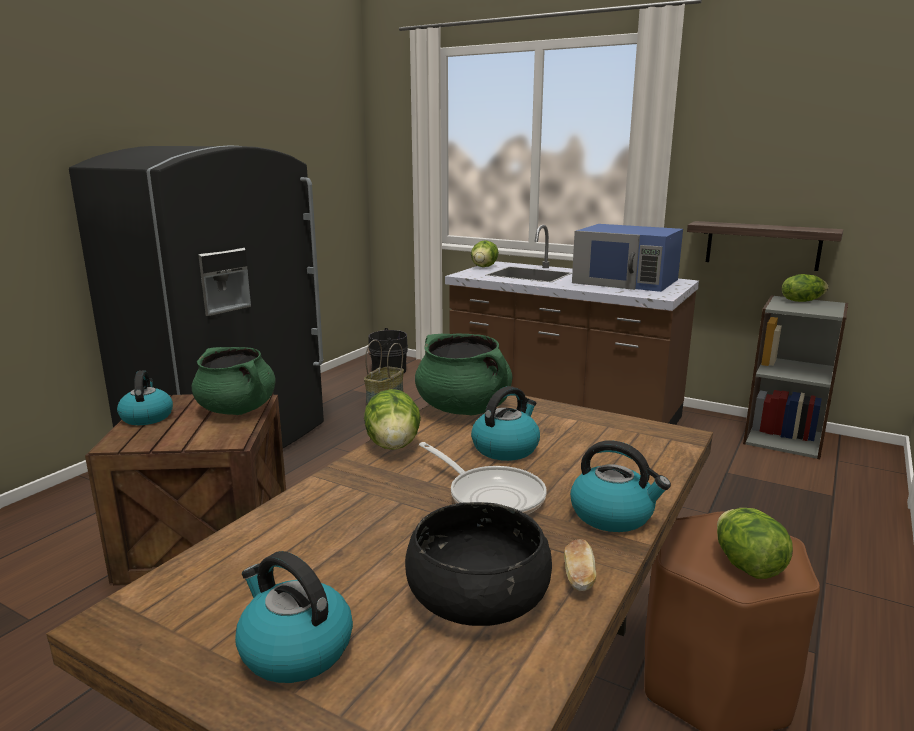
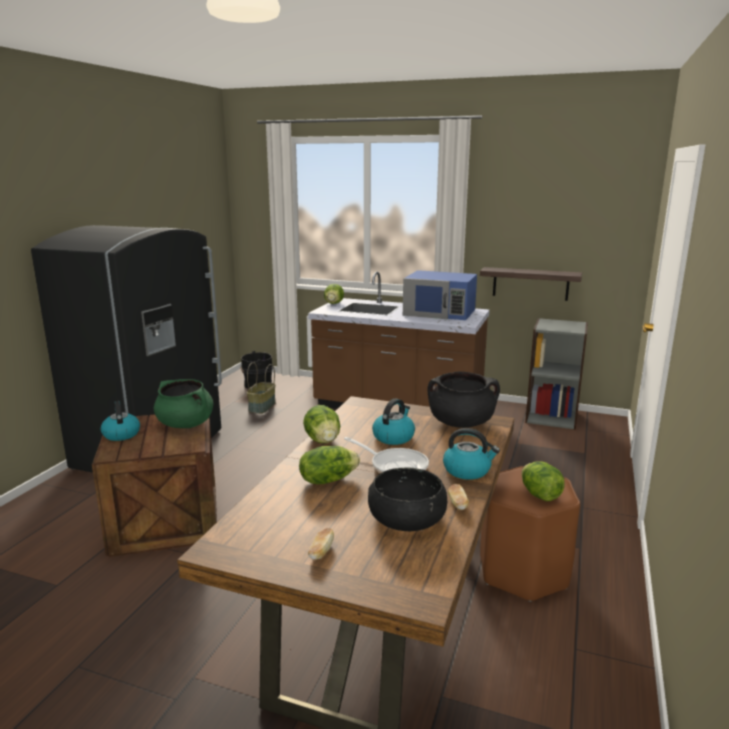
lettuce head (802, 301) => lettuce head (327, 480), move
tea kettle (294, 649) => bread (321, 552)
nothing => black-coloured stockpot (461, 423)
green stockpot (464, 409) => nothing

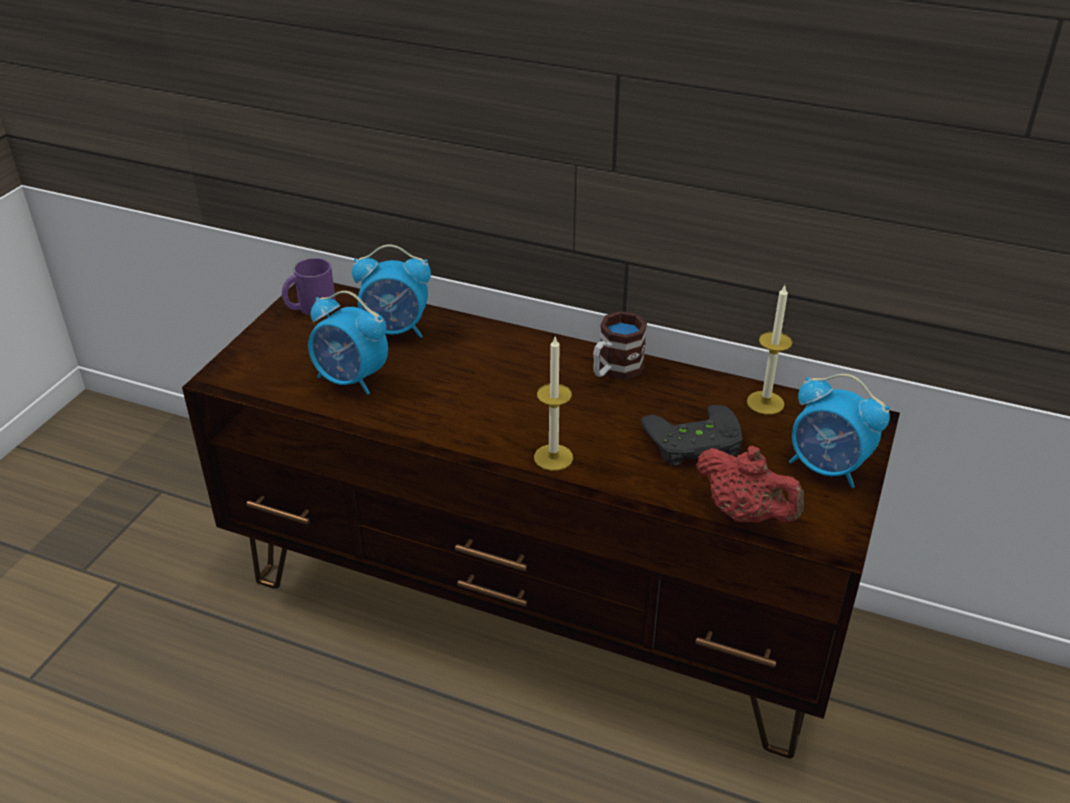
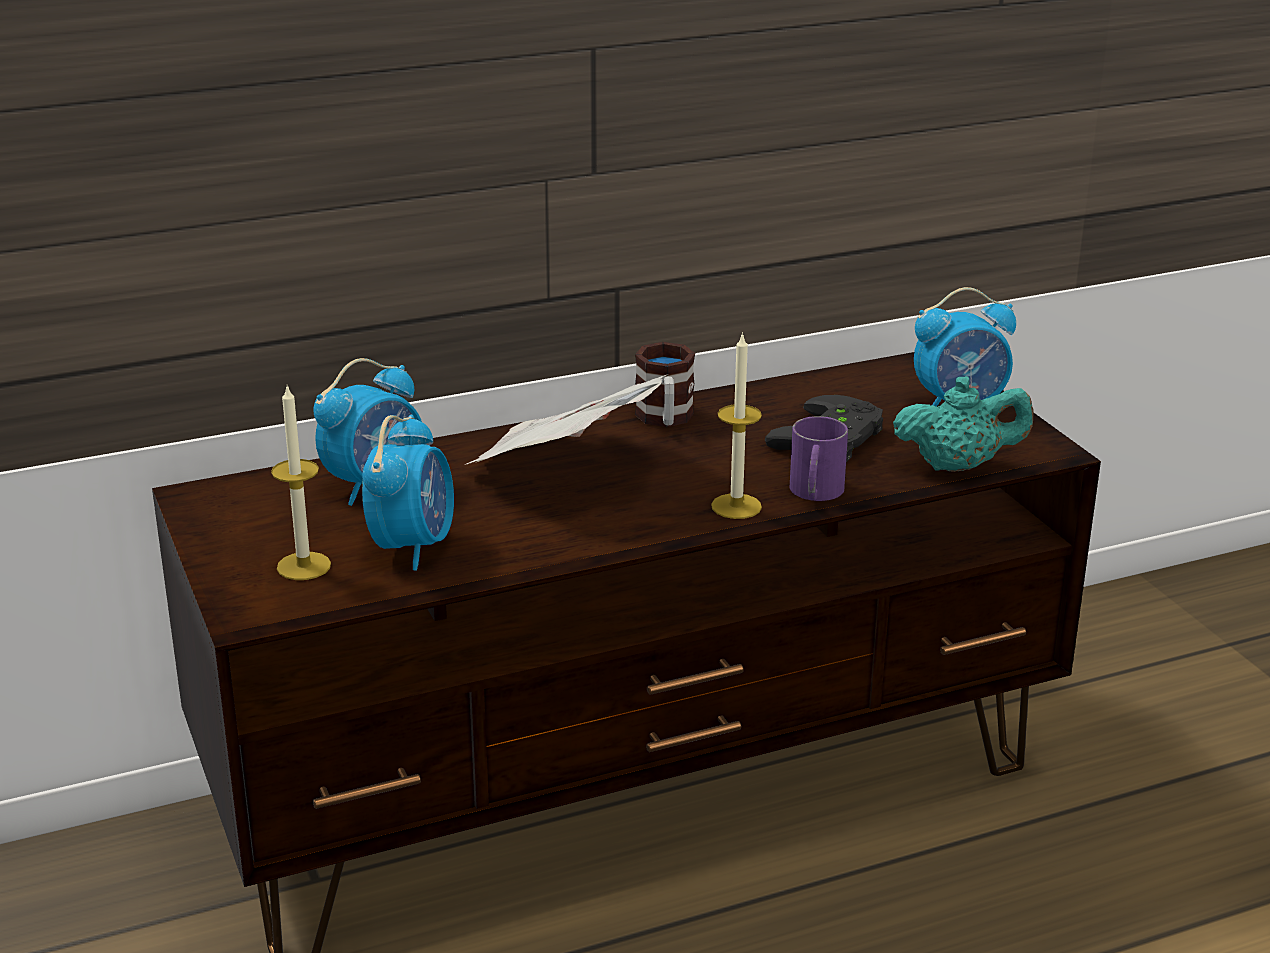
wax candle (765, 403) => wax candle (304, 566), move
alarm clock (351, 380) => alarm clock (413, 546), 60 degrees counterclockwise
nothing => newspaper (567, 469)
purple coffee mug (310, 307) => purple coffee mug (815, 493), move
red pot for tea (745, 514) => turquoise pot for tea (958, 466)

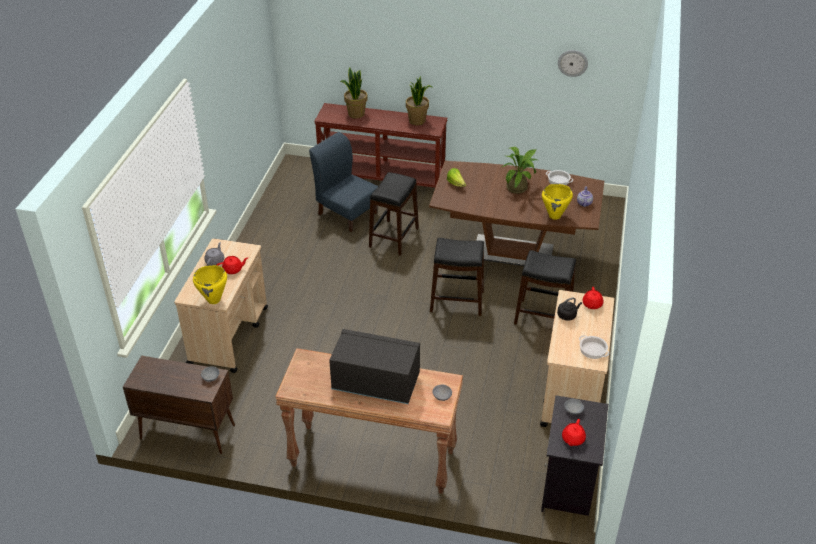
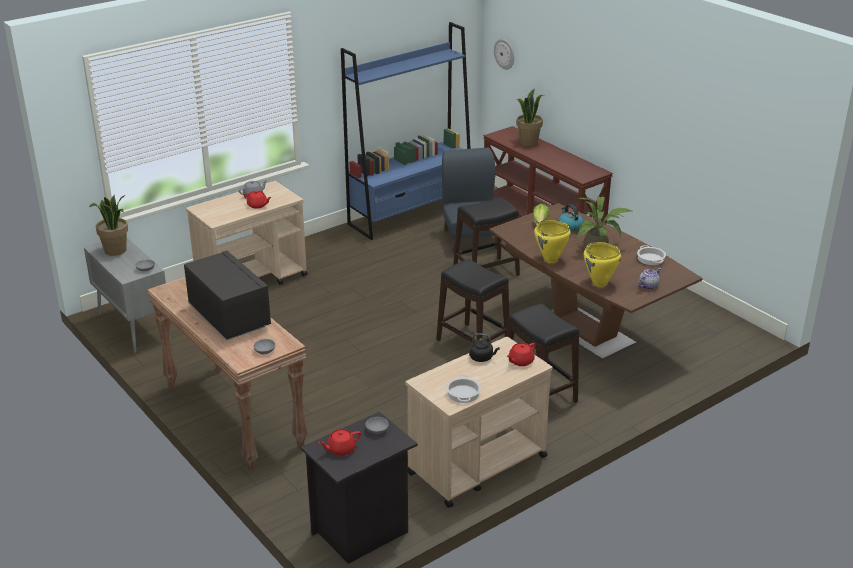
brown cupboard (186, 432) => grey cupboard (133, 327)
plant in a pot (417, 121) => plant in a pot (115, 251), move
nothing => bluish bookcase (412, 214)
hanging clock (572, 62) => hanging clock (504, 54), move
yellow-coloured stockpot (214, 300) => yellow-coloured stockpot (550, 259), move
nothing => tea kettle (570, 226)

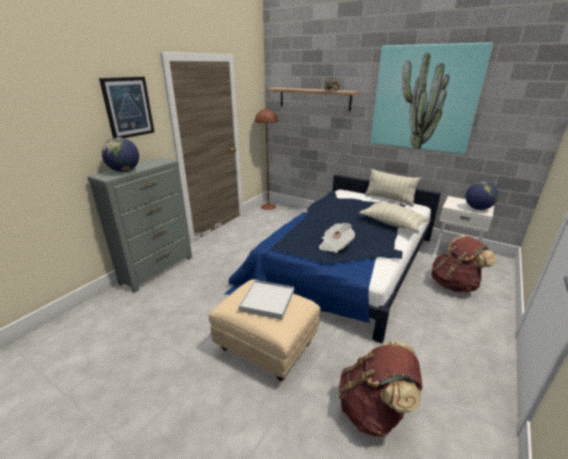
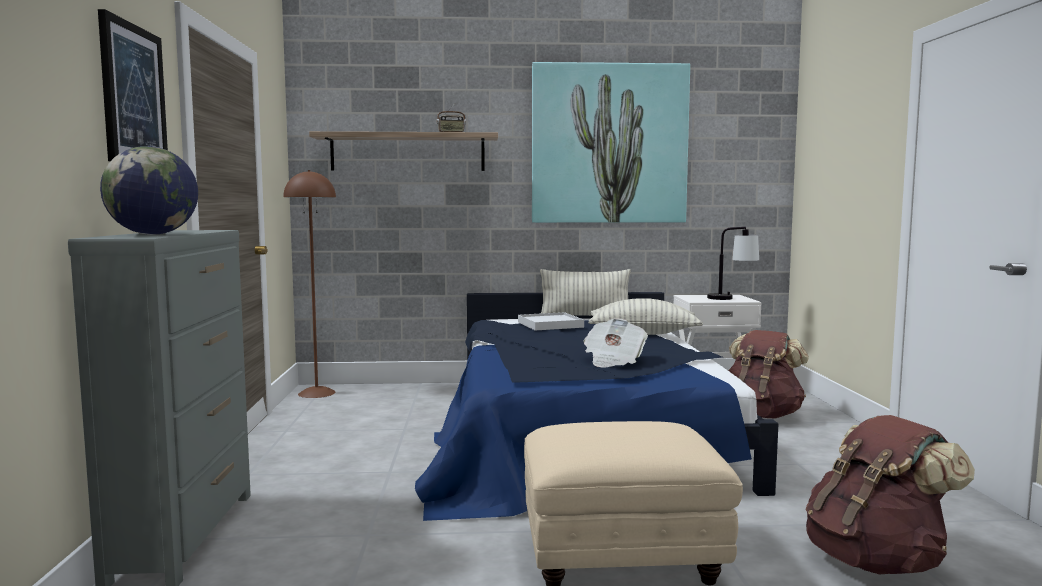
white-coloured serving tray (267, 301) => white-coloured serving tray (550, 325), move
globe (477, 208) => lamp for a table (732, 299)

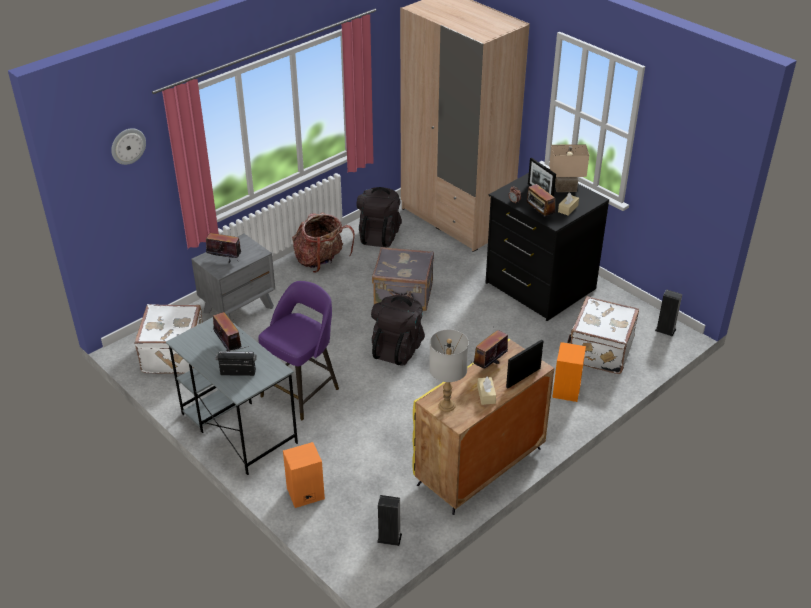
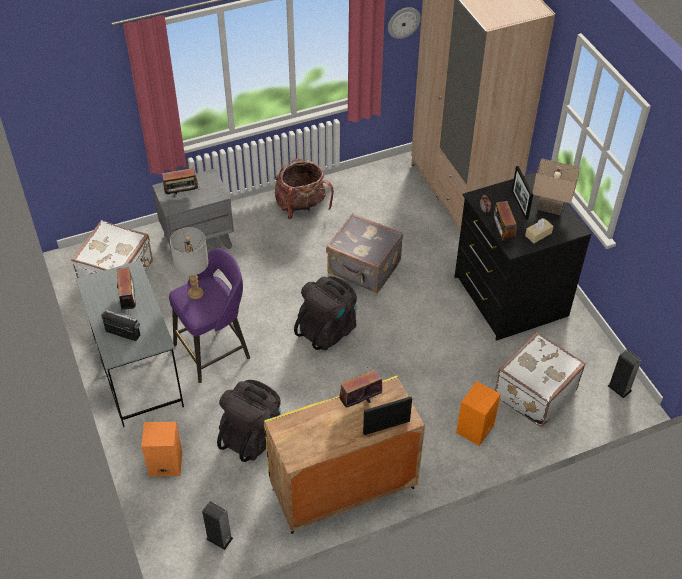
radio receiver (225, 260) => radio receiver (182, 194), 135 degrees clockwise
grey lamp for a table (447, 405) => grey lamp for a table (196, 293), move
black-coloured knapsack (379, 235) => black-coloured knapsack (253, 435), move
hanging clock (128, 146) => hanging clock (403, 22), move
sand-coloured tissue holder (486, 395) => nothing

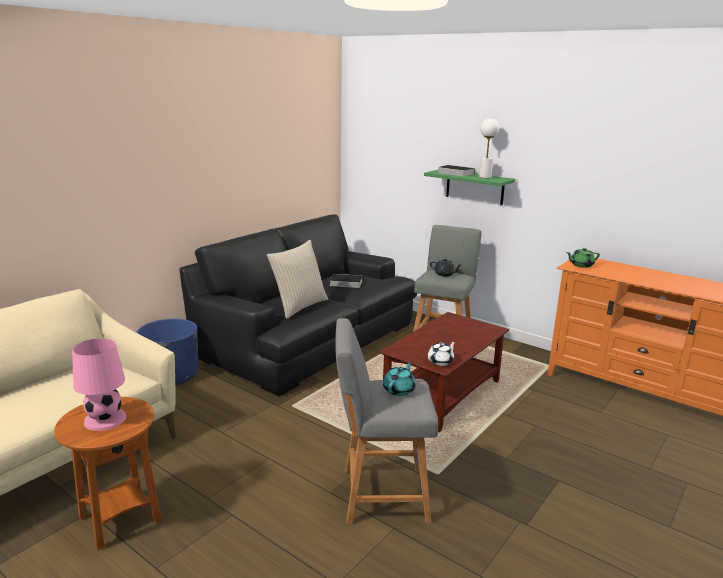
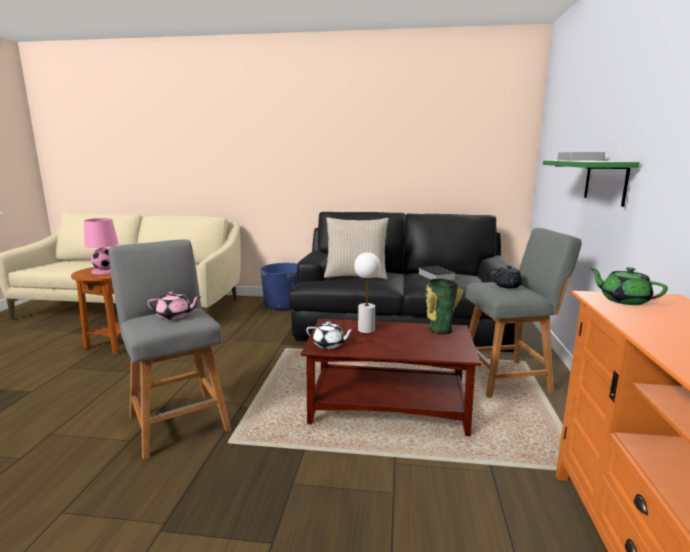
turquoise pot for tea (399, 390) => pink pot for tea (175, 316)
white-coloured lamp for a table (485, 177) => white-coloured lamp for a table (366, 330), move
nothing => flower vase (439, 329)

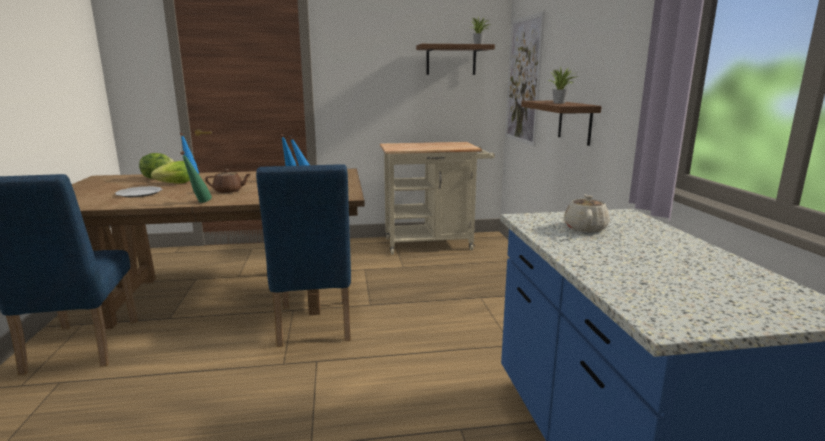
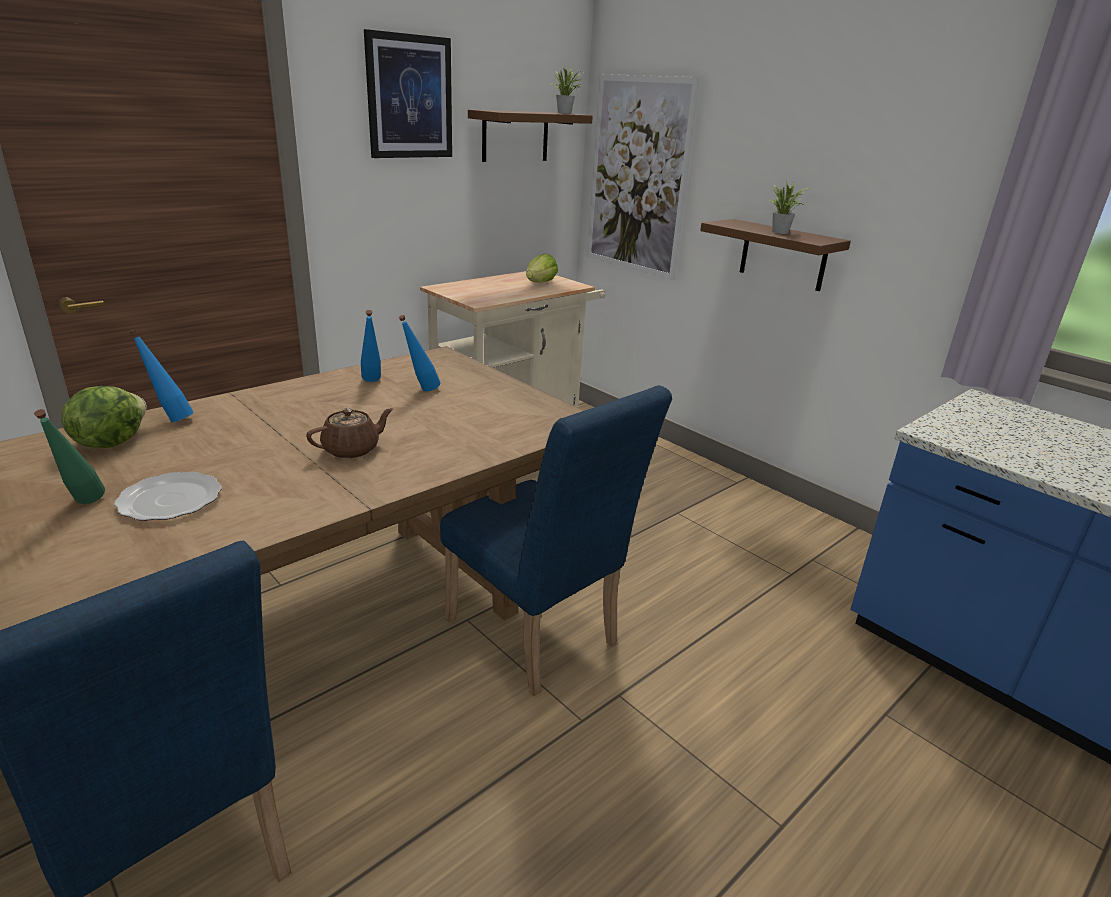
green bottle (199, 203) => green bottle (83, 506), move
nothing => picture (409, 97)
lettuce head (176, 184) => lettuce head (540, 283), move
sand-coloured pot for tea (585, 228) => nothing

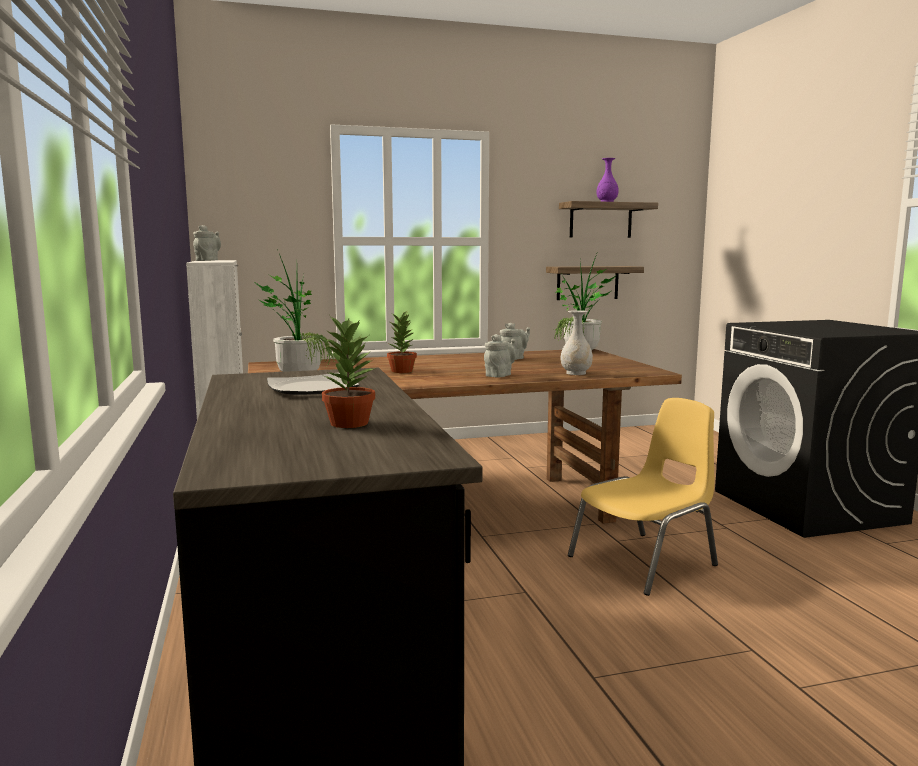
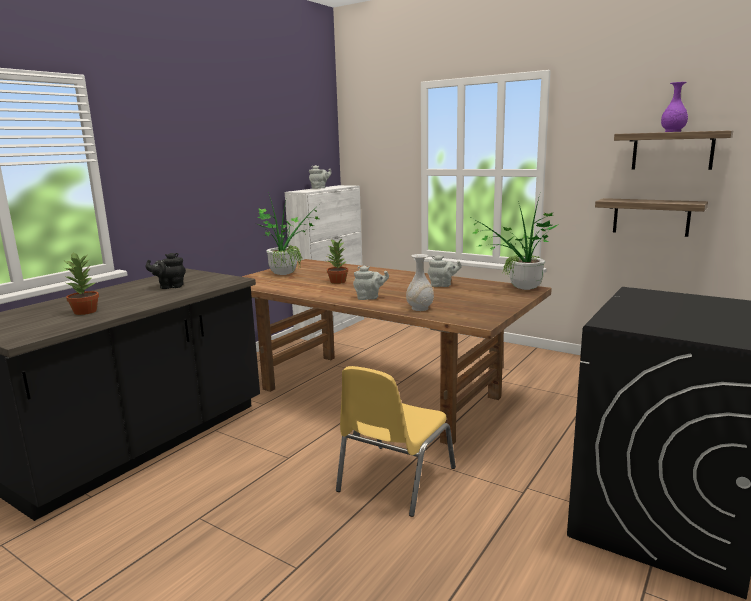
plate (313, 388) => black-coloured pot for tea (170, 286)
yellow-coloured upright chair (645, 561) => yellow-coloured upright chair (394, 480), 105 degrees clockwise

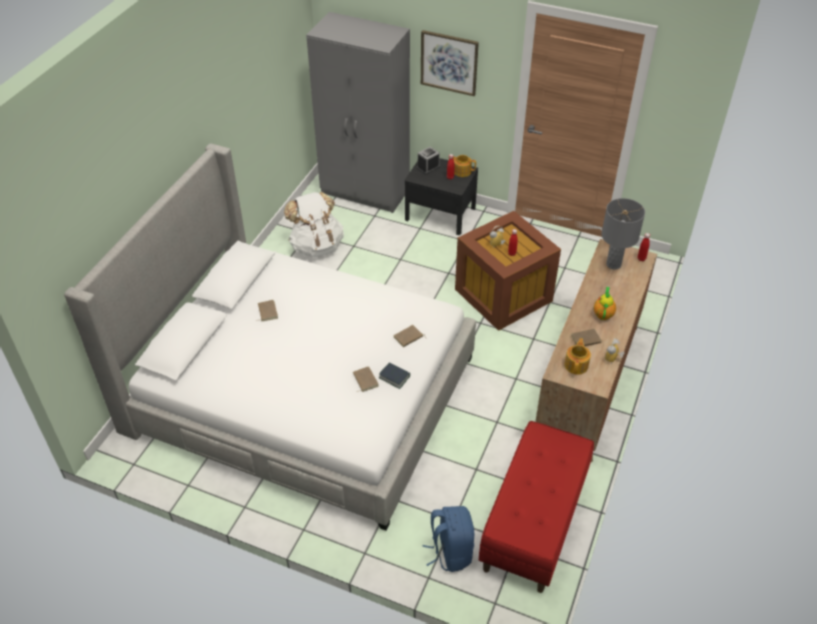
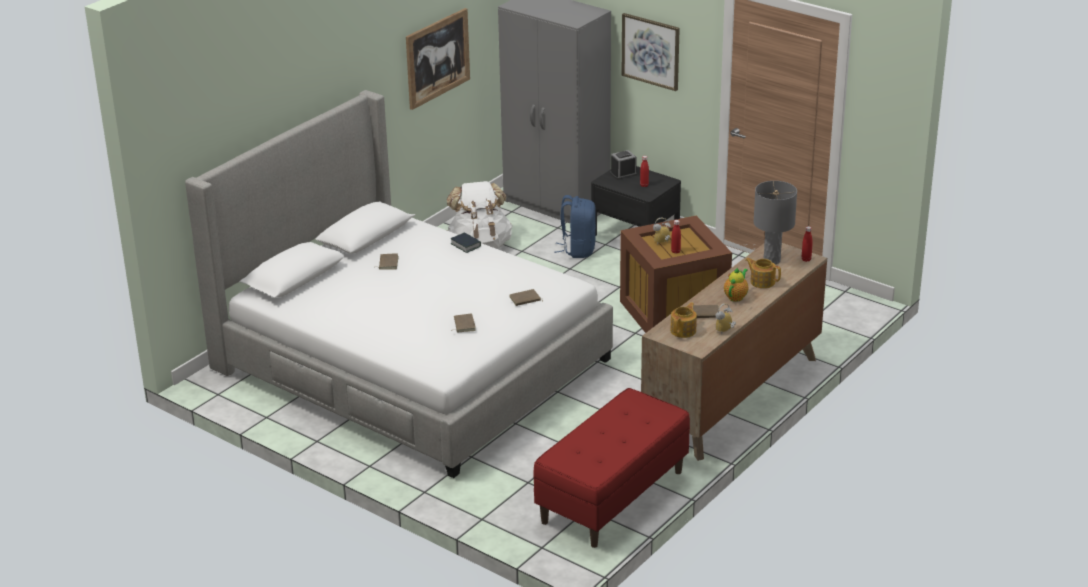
nothing => picture (437, 58)
volume (394, 377) => volume (465, 245), move
bluish knapsack (450, 552) => bluish knapsack (578, 249), move
pot for tea (461, 171) => pot for tea (762, 281), move

